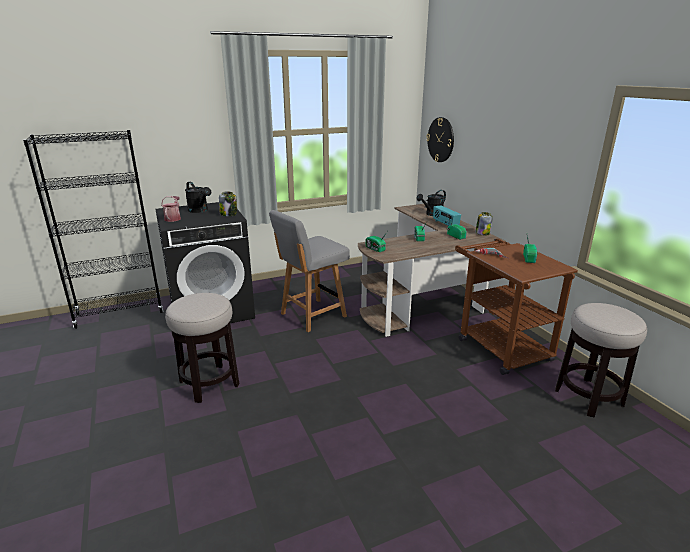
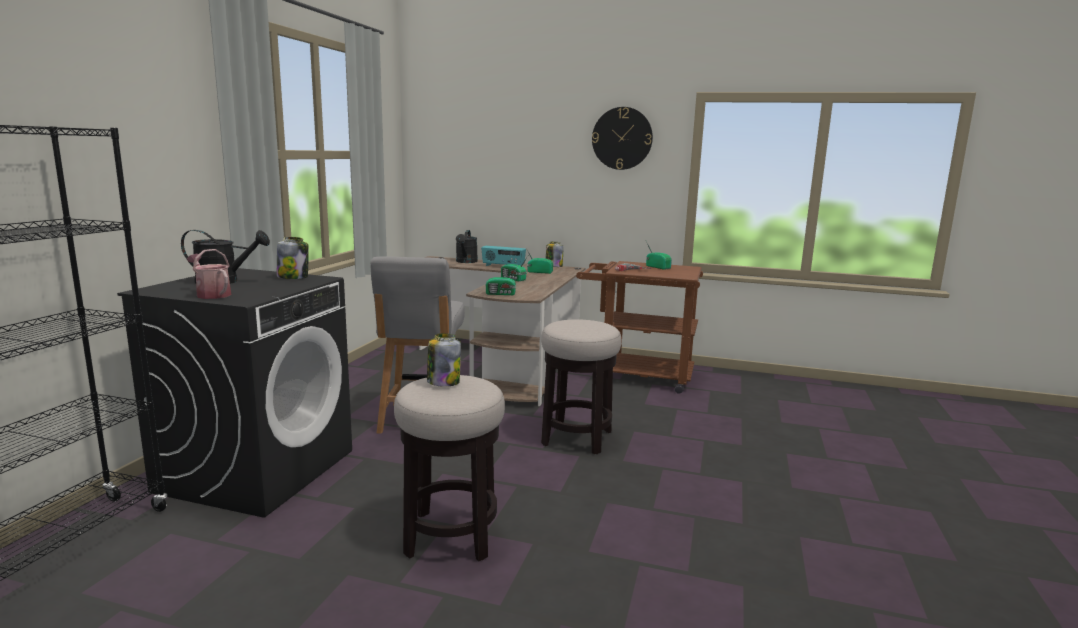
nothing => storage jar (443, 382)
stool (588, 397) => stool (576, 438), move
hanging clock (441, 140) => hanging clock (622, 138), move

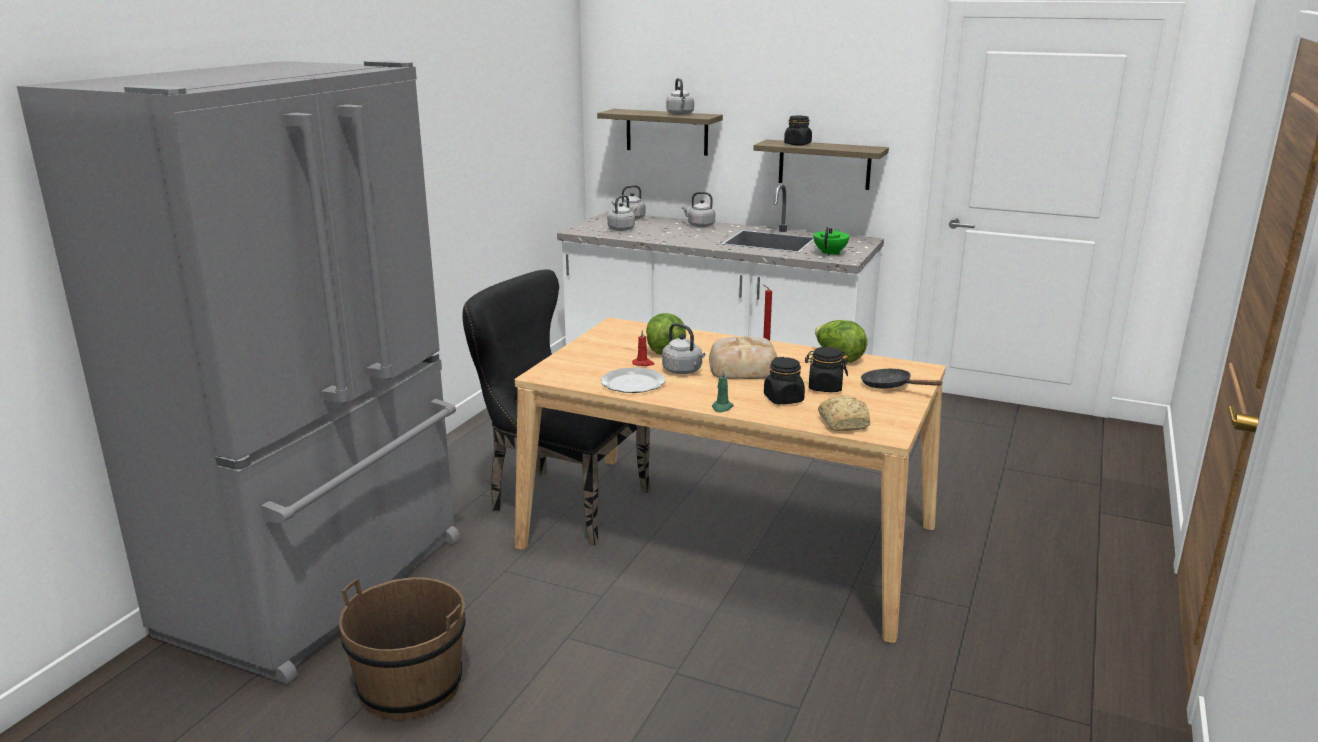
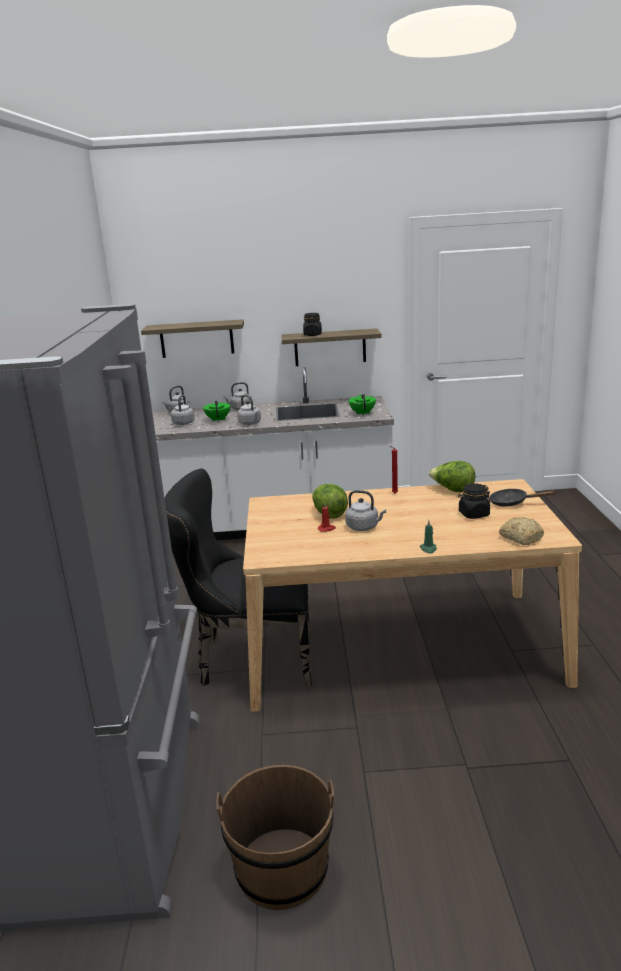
nothing => green pot for tea (218, 419)
grey tea kettle (680, 114) => grey tea kettle (250, 423), move
plate (633, 384) => nothing
bread (744, 366) => nothing
black-coloured storage jar (783, 399) => nothing

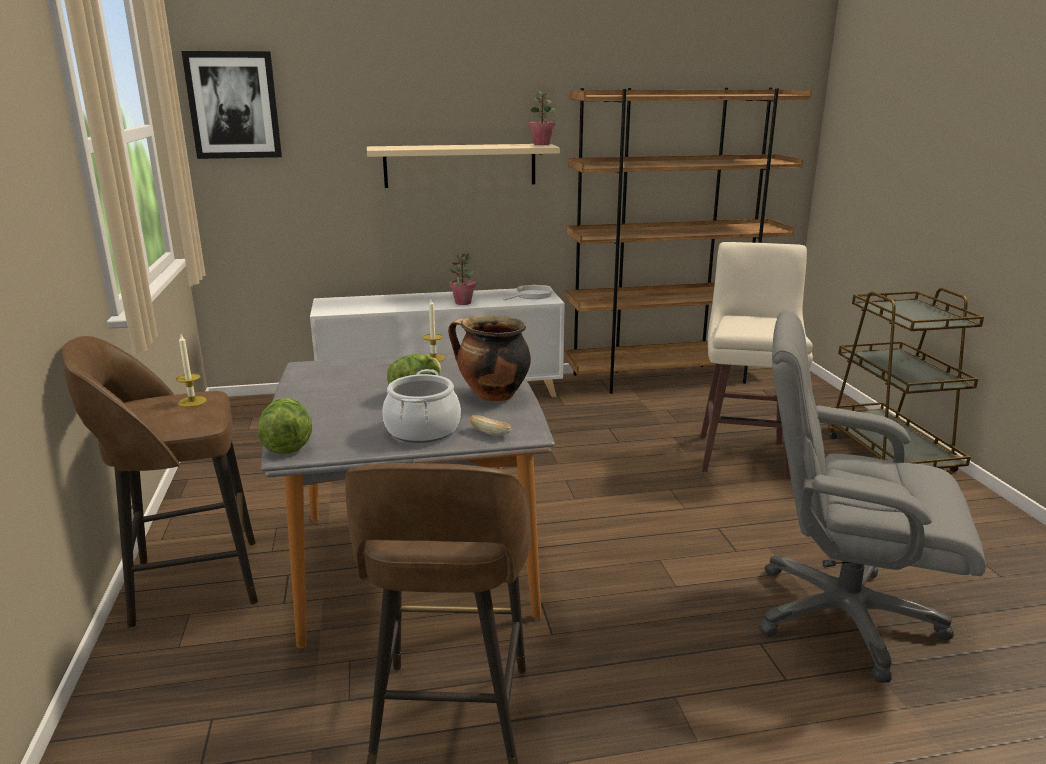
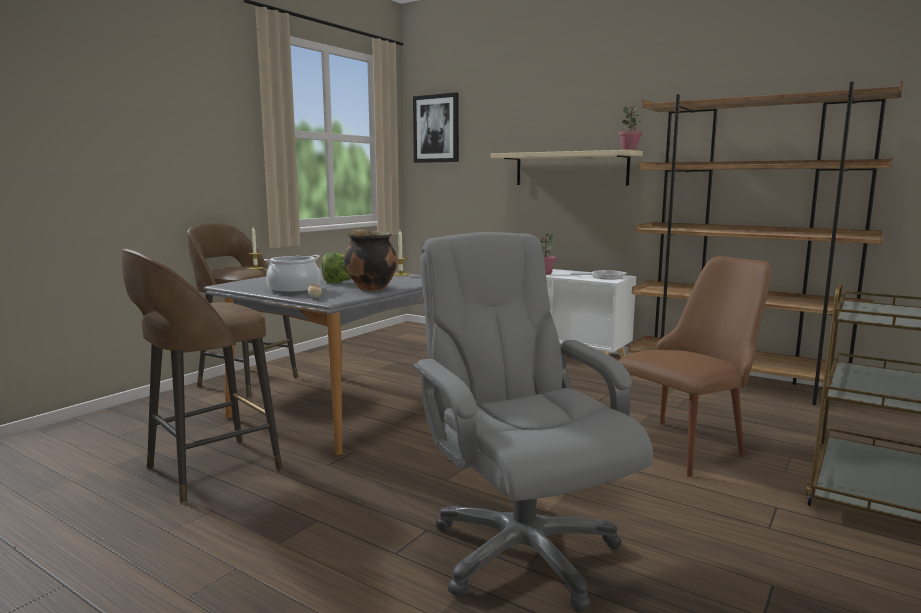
sand-coloured stool (743, 455) => brown upright chair (688, 442)
lettuce head (287, 444) => nothing

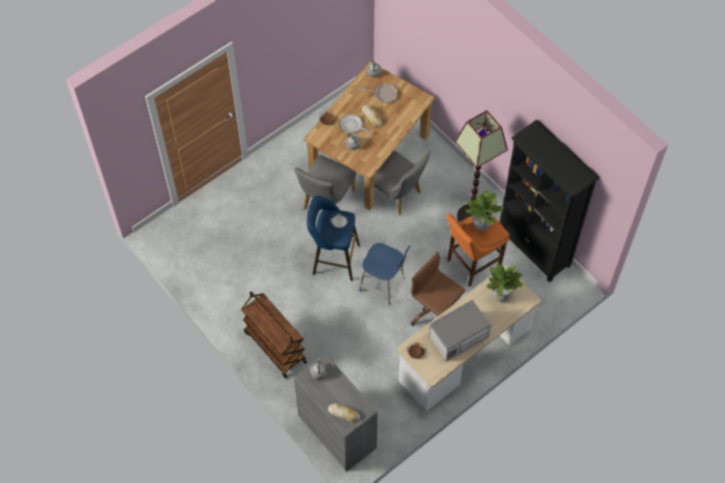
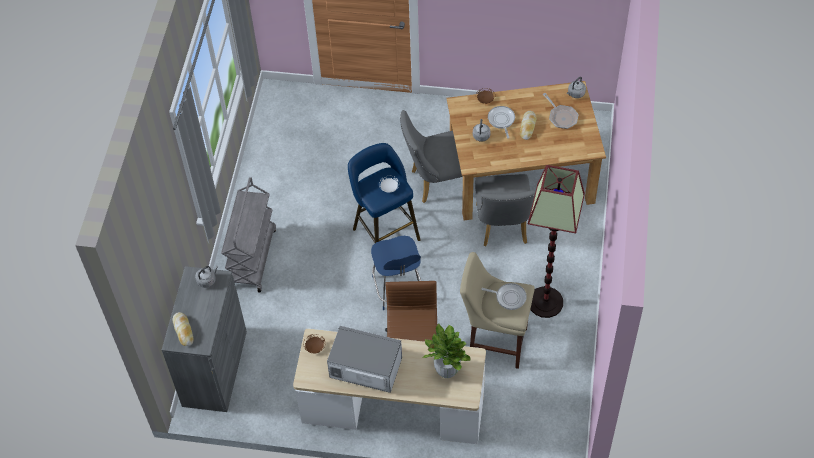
brown trolley (274, 347) => grey trolley (252, 257)
orangey stool (471, 264) => sand-coloured stool (494, 342)
plant in a pot (481, 225) => pan (509, 297)
black-coloured bookcase (534, 248) => nothing

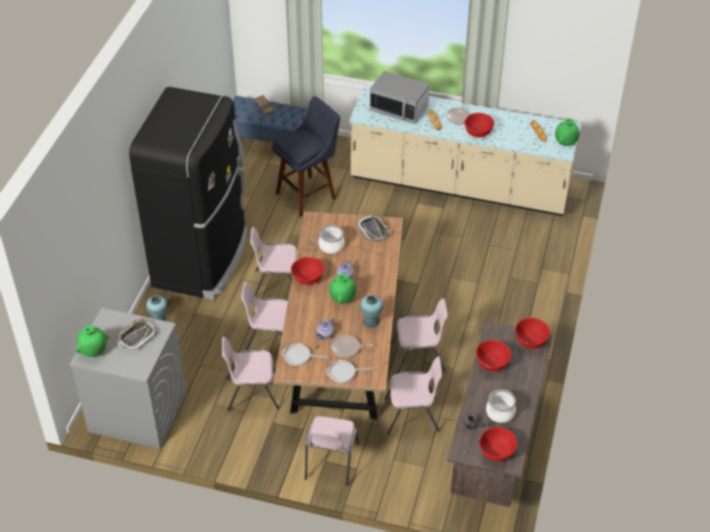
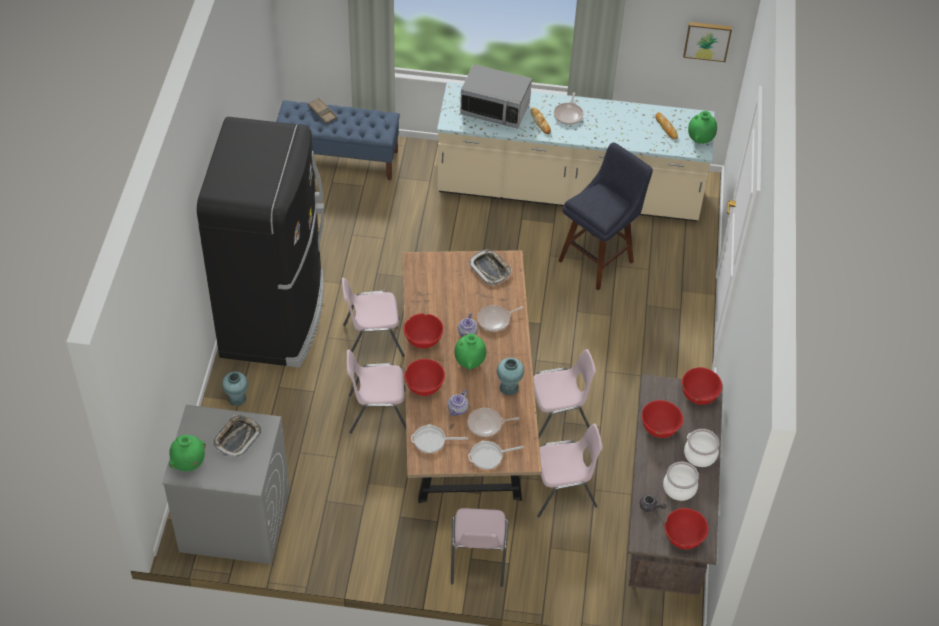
red bowl (478, 132) => red bowl (424, 386), move
nothing => pan (495, 320)
bluish stool (309, 194) => bluish stool (599, 258), move
nothing => picture (707, 40)
stockpot (331, 246) => stockpot (700, 455), move
pink upright chair (251, 393) => nothing

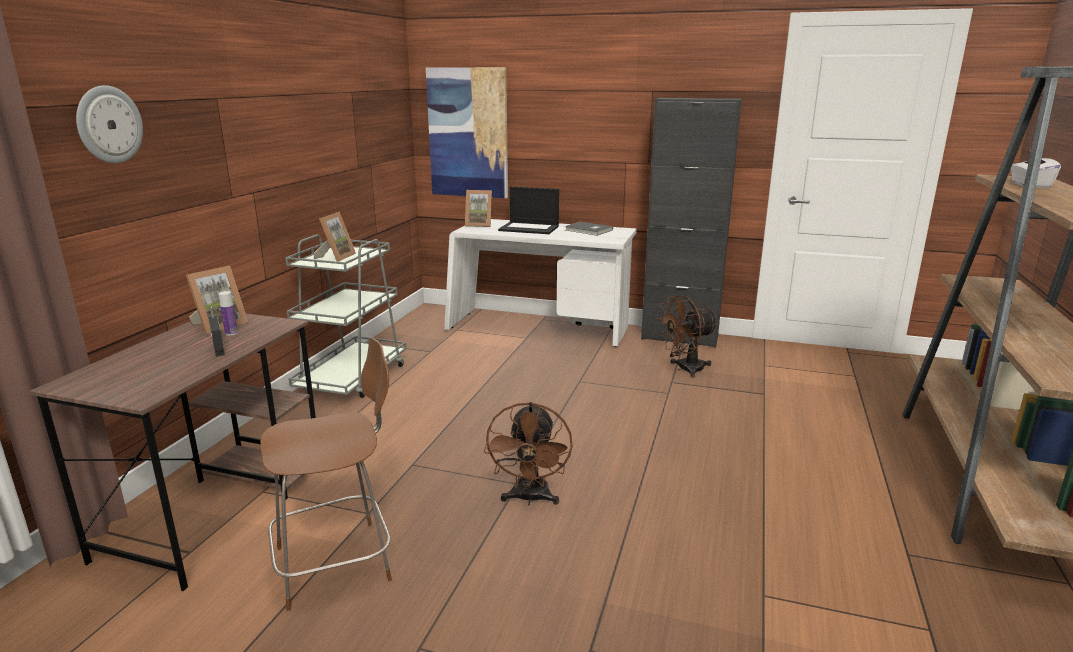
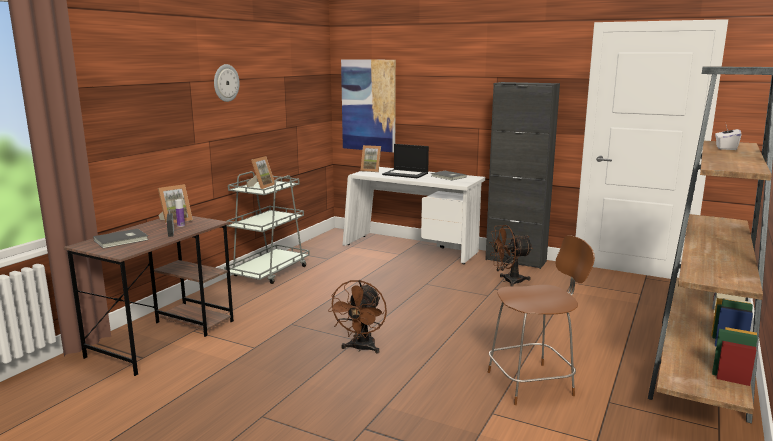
nothing => grey volume (122, 240)
hanging clock (108, 124) => hanging clock (225, 83), move
brown stool (338, 562) => brown stool (533, 383), move

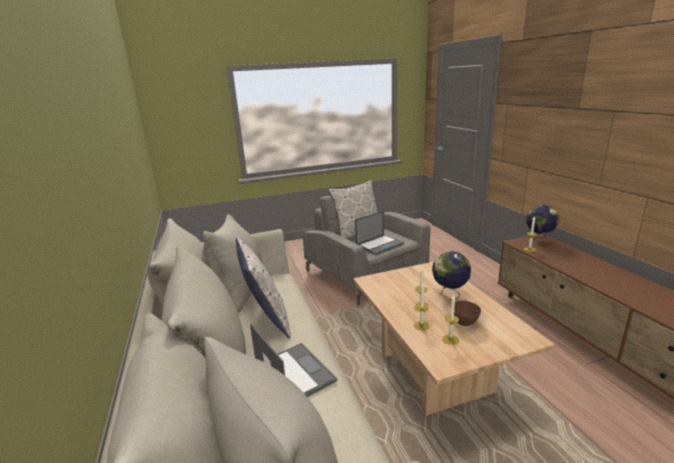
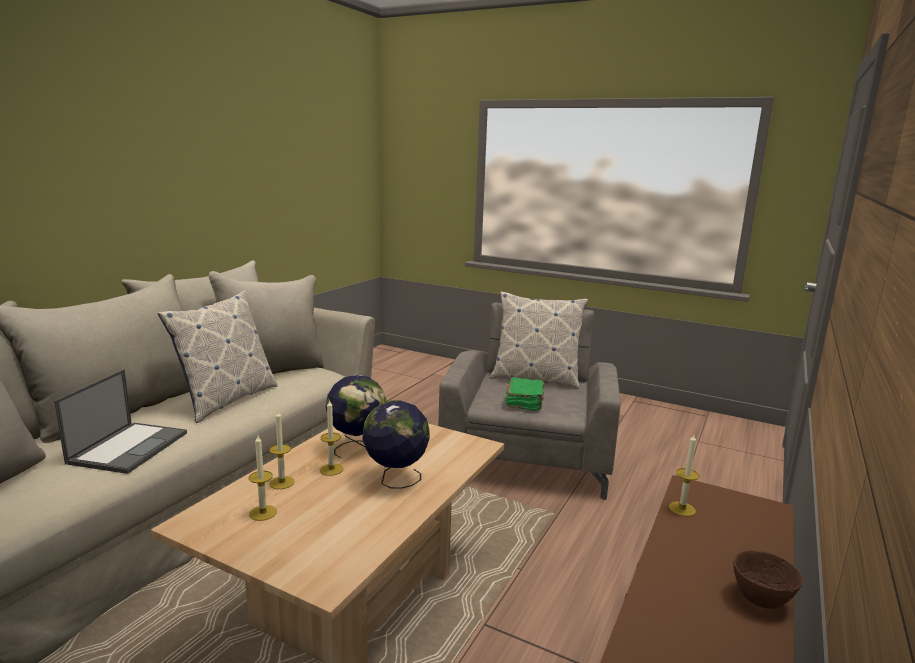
globe (539, 240) => globe (357, 447), move
laptop (380, 244) => green volume (525, 402)
brown bowl (464, 322) => brown bowl (760, 599), move

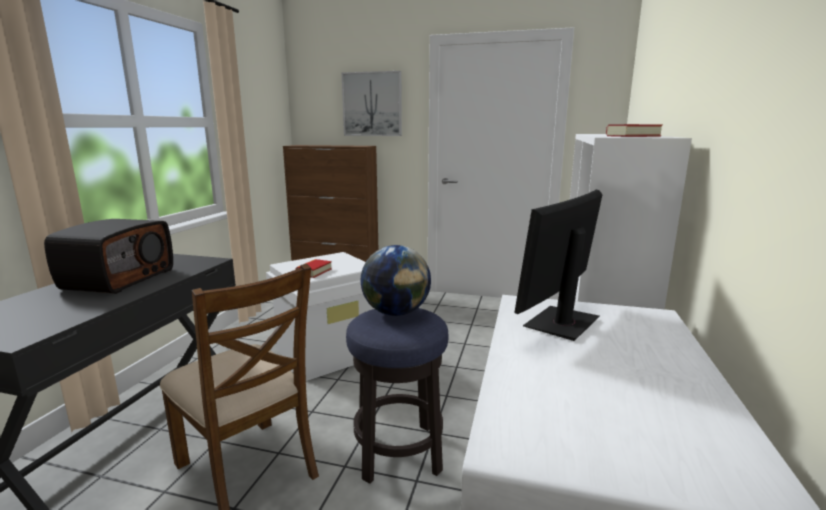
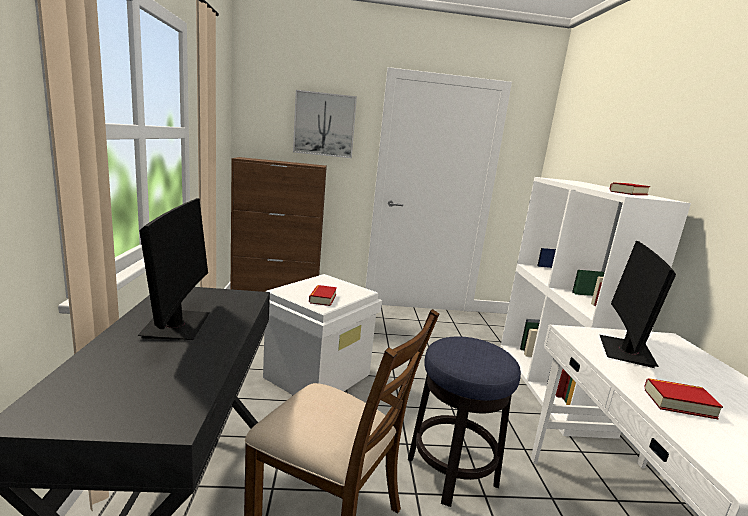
radio receiver (118, 279) => monitor (176, 325)
nothing => volume (679, 403)
globe (396, 312) => nothing

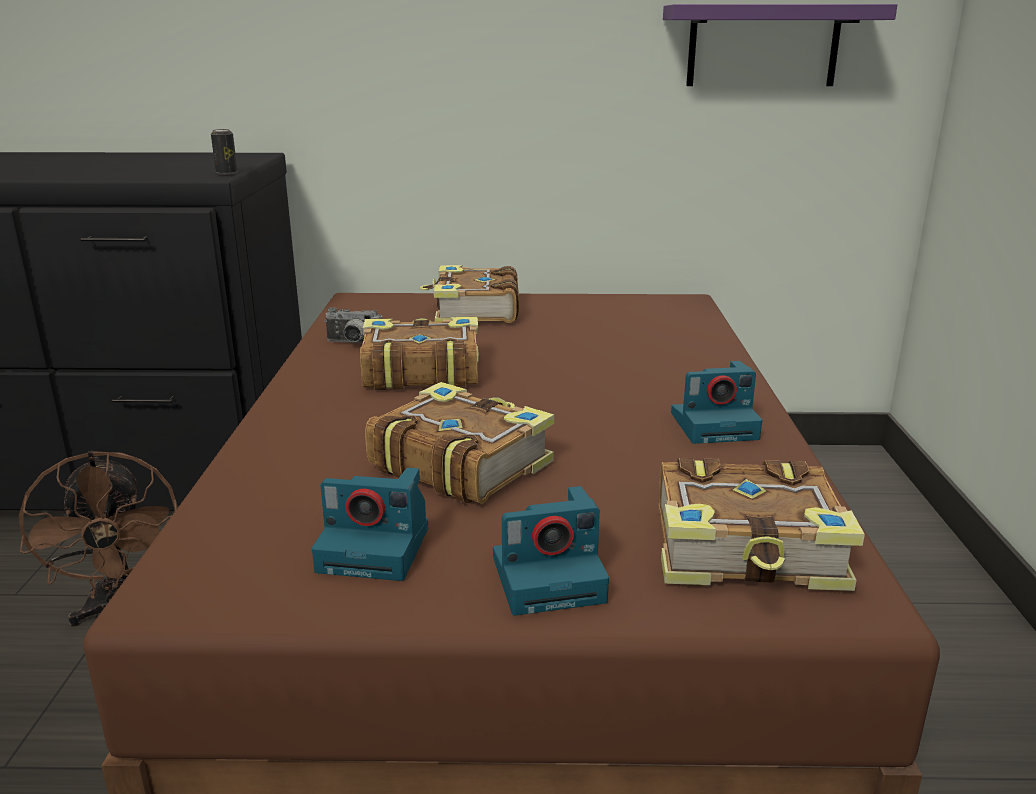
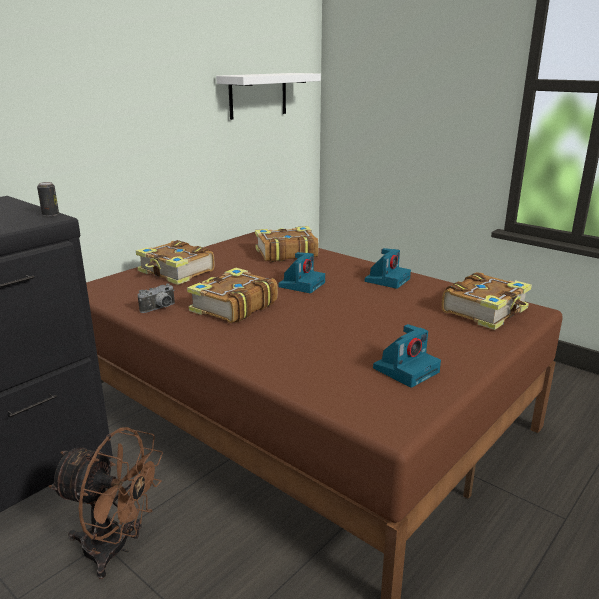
purple shelf (763, 46) => white-coloured shelf (258, 95)
volume (460, 464) => volume (285, 253), move
still camera (550, 577) => still camera (302, 284), move

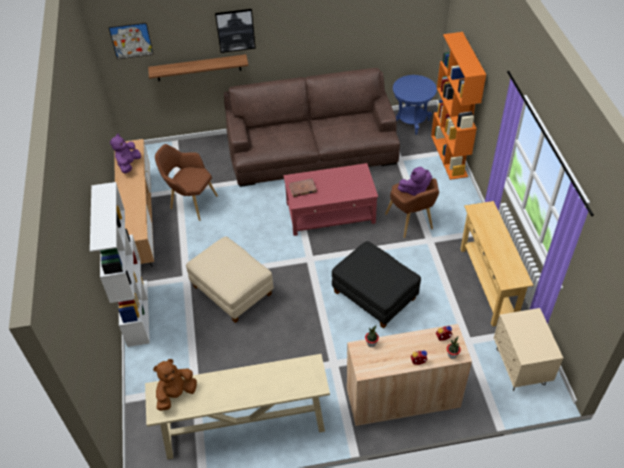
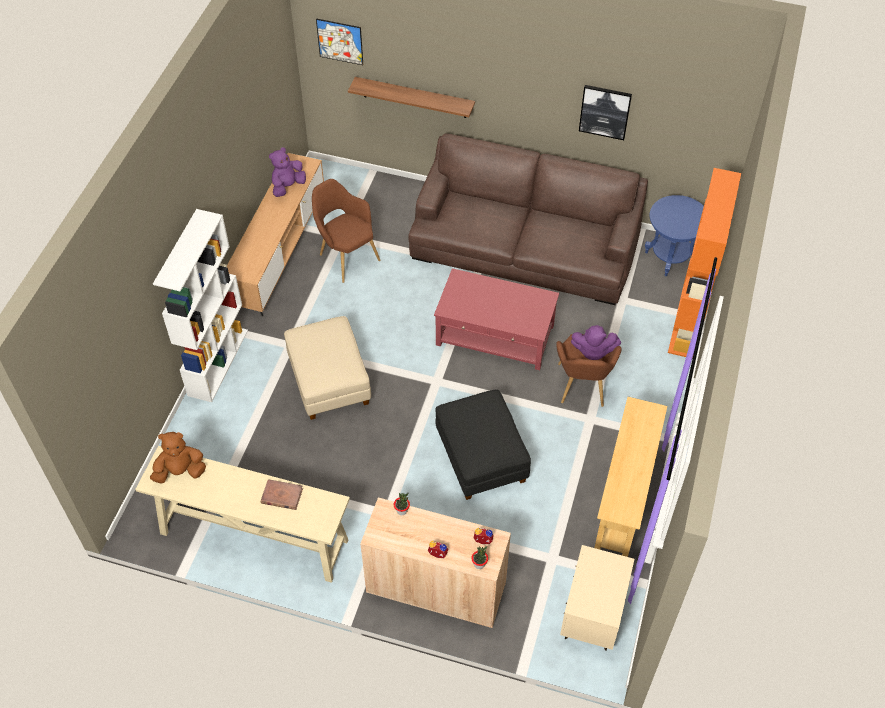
brown volume (302, 189) => brown volume (281, 496), move
picture (235, 30) => picture (605, 111), move

